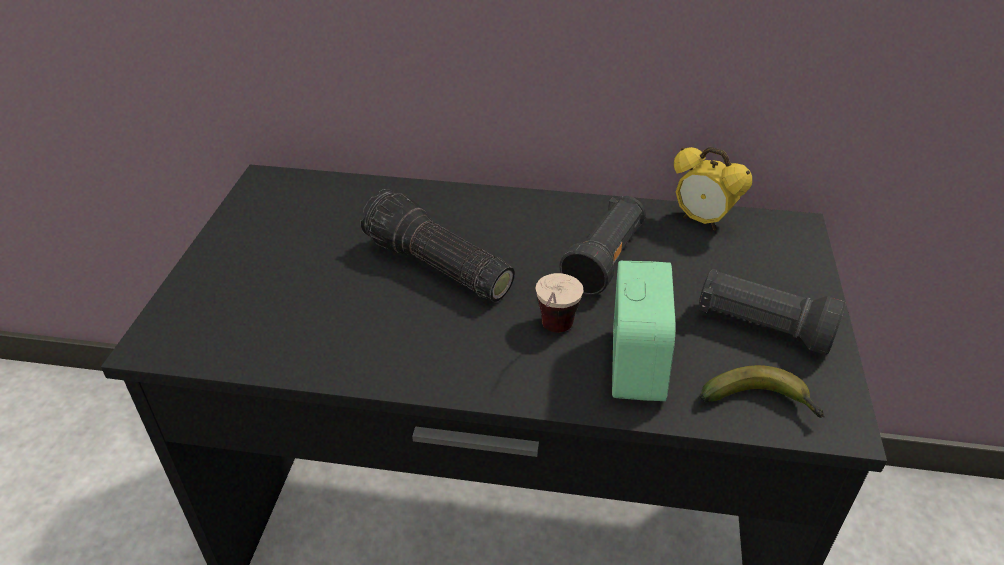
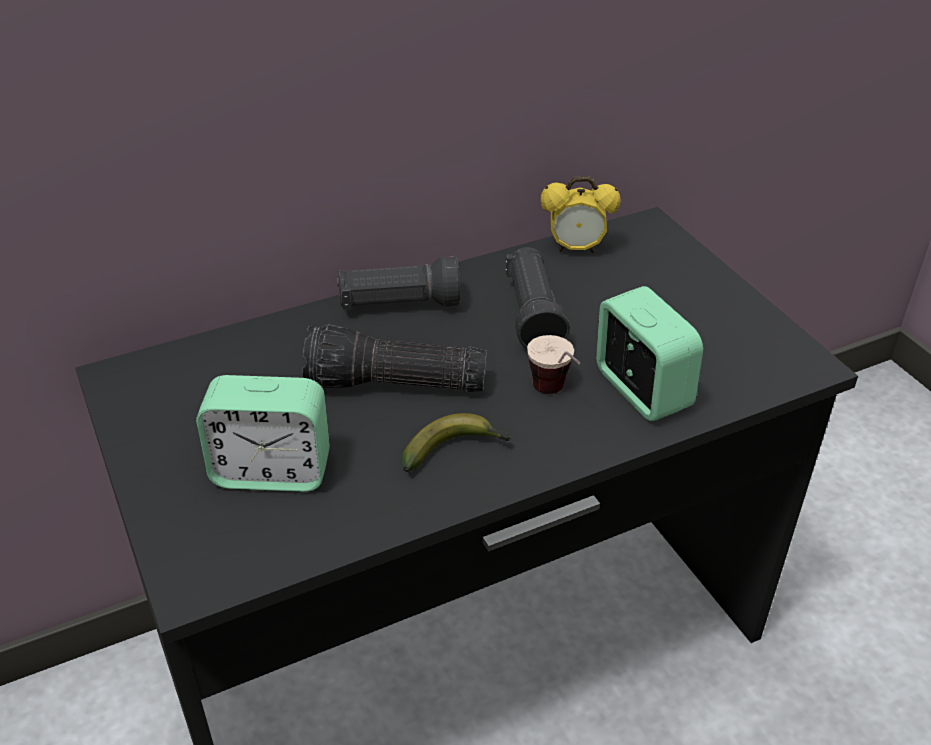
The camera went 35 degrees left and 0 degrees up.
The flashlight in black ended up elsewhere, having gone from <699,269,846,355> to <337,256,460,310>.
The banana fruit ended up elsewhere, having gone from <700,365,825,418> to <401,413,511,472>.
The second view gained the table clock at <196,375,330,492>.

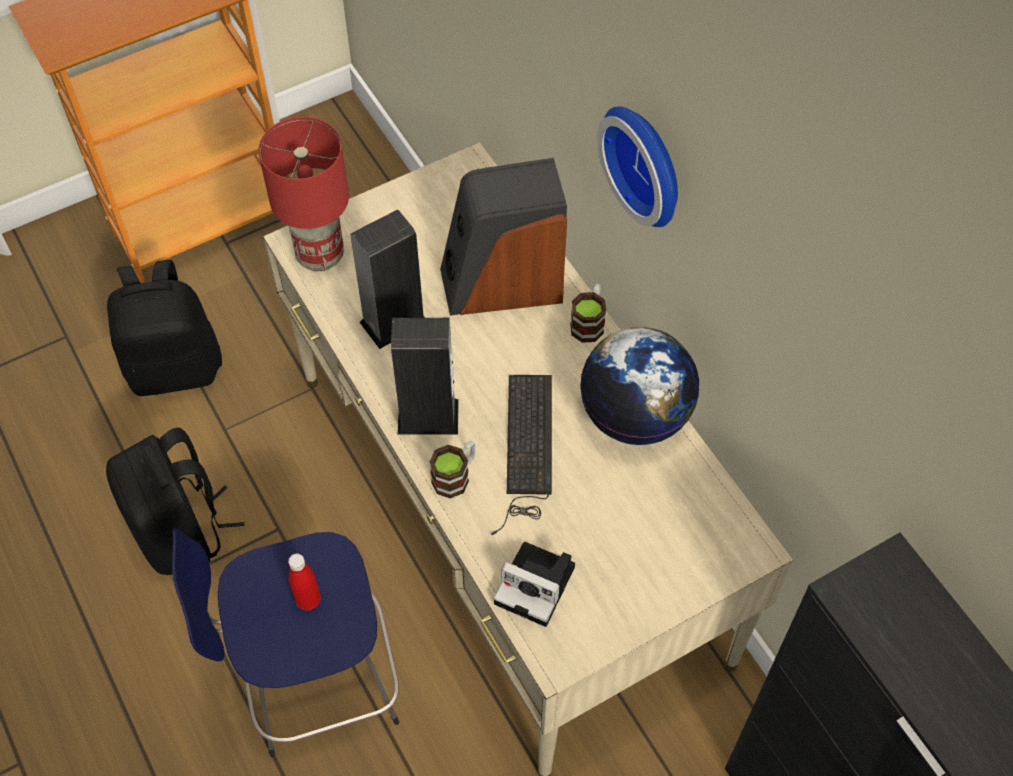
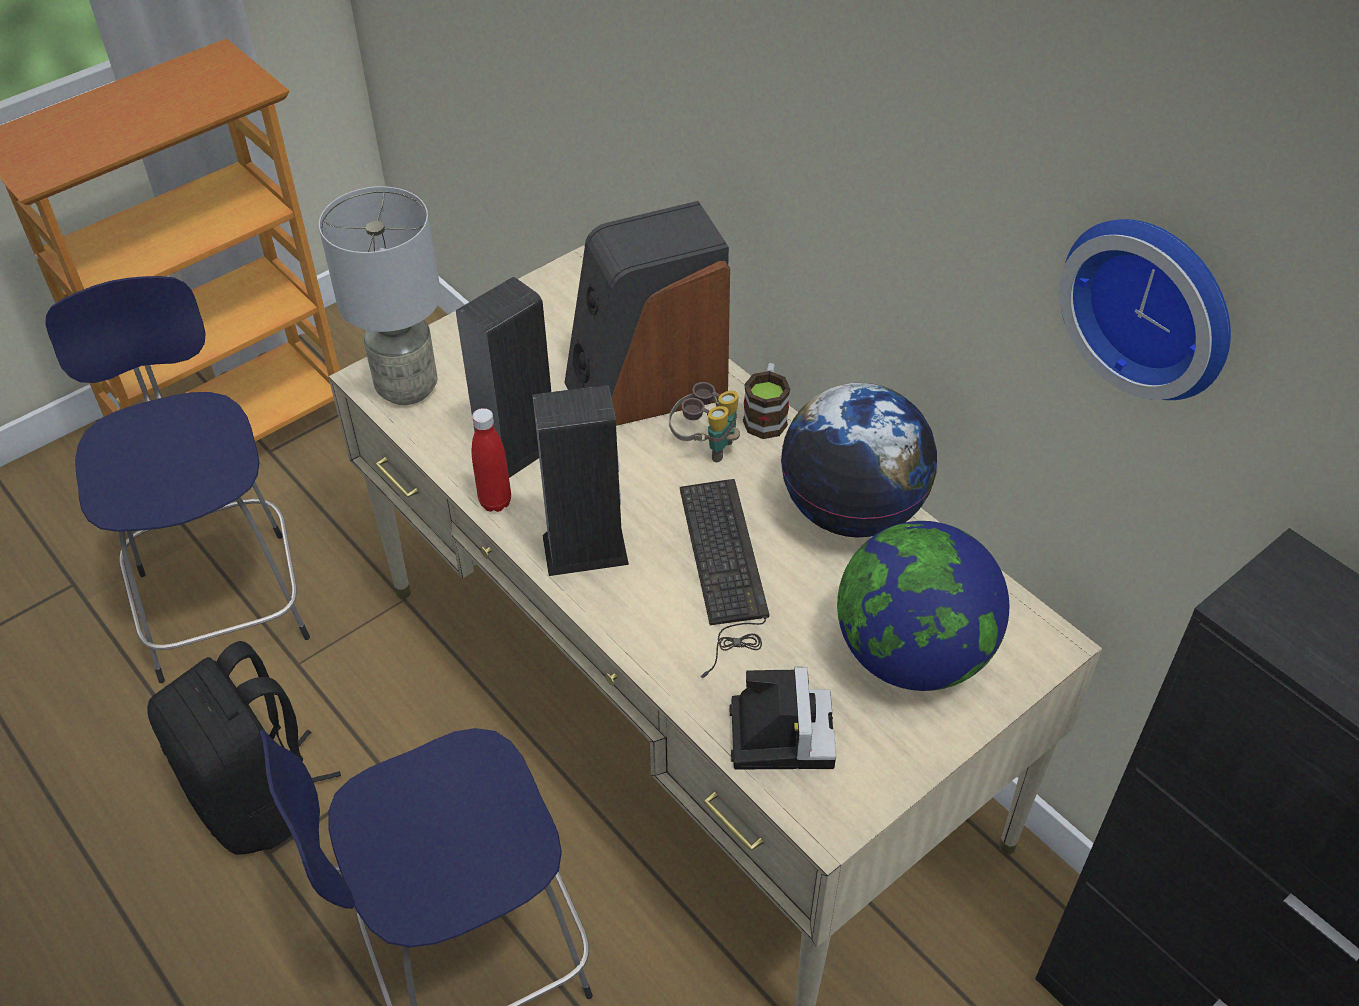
The camera went 10 degrees left and 10 degrees down.
Where the backpack in black stood at <107,260,222,396>, the sitting stool in blue-coloured came to stand at <45,276,310,683>.
What was the lamp for a table in reddish at <258,117,349,271> turned into the lamp for a table in greyish at <319,186,441,405>.
The bottle in reddish ended up elsewhere, having gone from <288,553,321,611> to <472,408,511,512>.
The second view lost the coffee mug at <430,441,476,498>.
The photo camera at <494,542,575,627> ended up facing another way, 105 degrees counterclockwise from before.
The wall clock ended up elsewhere, having gone from <597,107,678,227> to <1059,219,1231,400>.
The second view gained the pair of binoculars at <669,382,740,462>.
The second view gained the desk globe at <837,521,1009,691>.

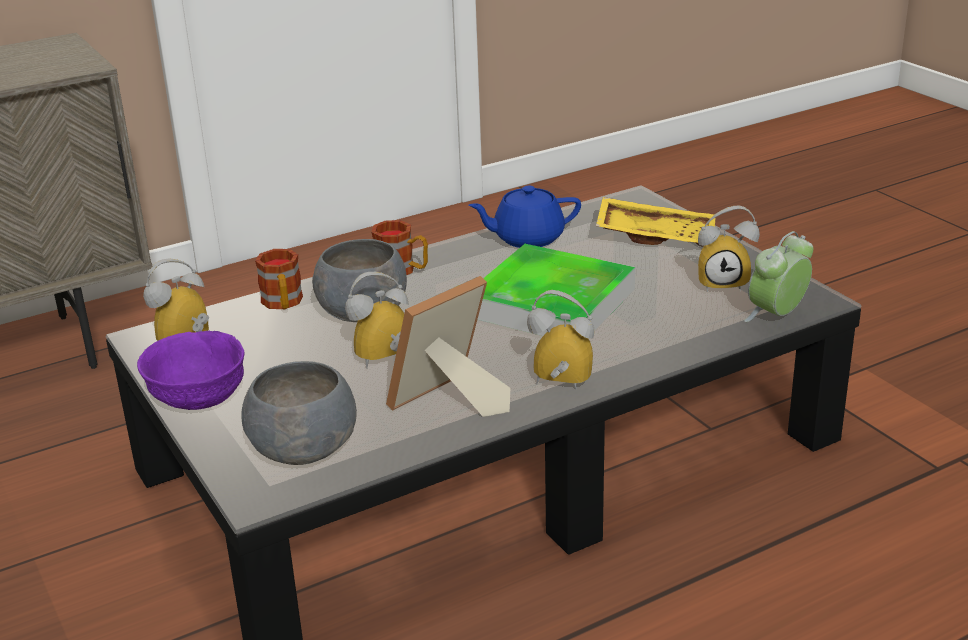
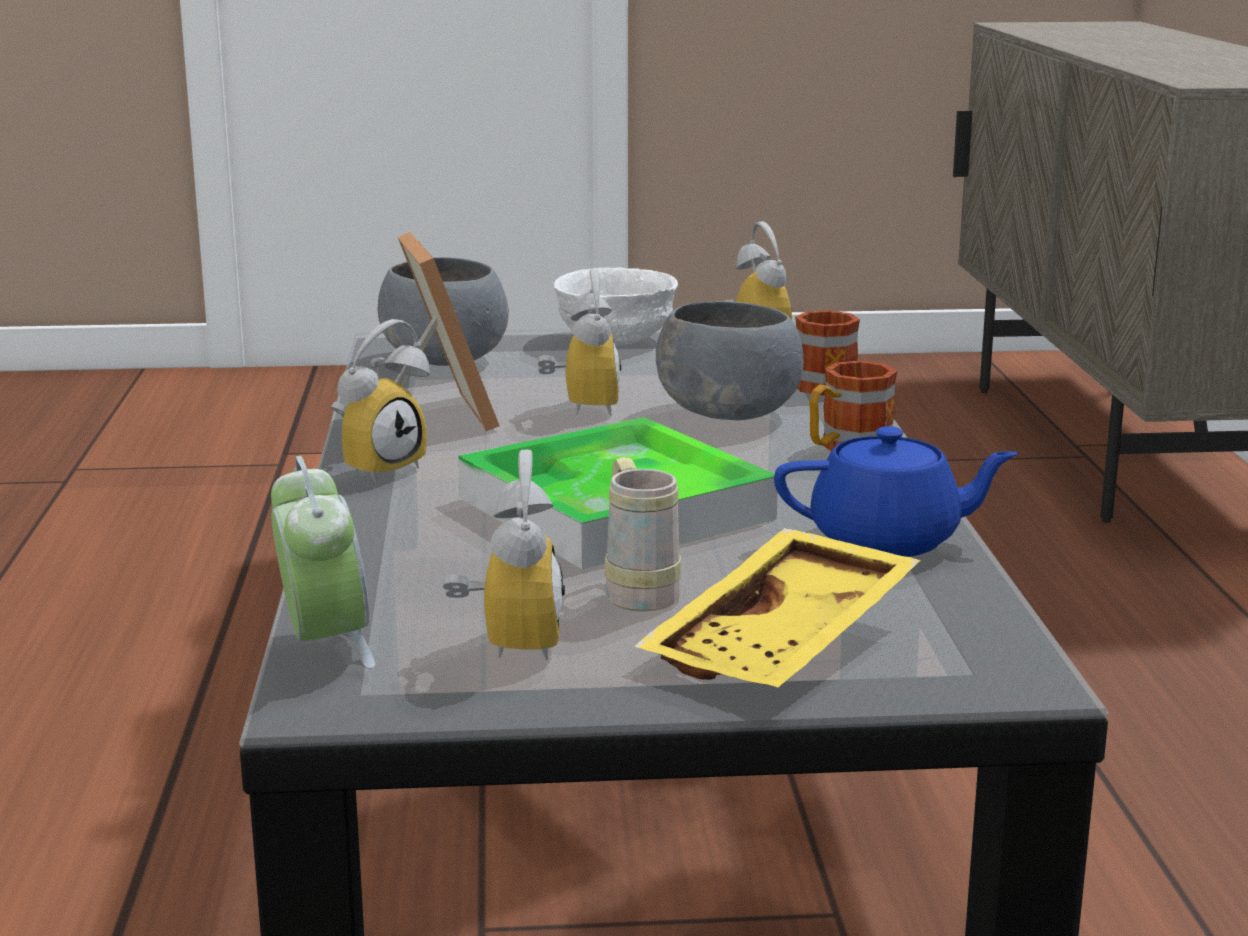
The camera went 115 degrees right and 10 degrees down.
What was the serving bowl in purple-coloured at <137,331,244,410> turned into the serving bowl in white at <553,268,678,346>.
The tea pot in blue-coloured at <469,186,581,248> ended up facing another way, 75 degrees clockwise from before.
The table clock at <698,205,760,292> ended up facing another way, 150 degrees clockwise from before.
The second view gained the coffee mug in beige at <604,457,682,612>.

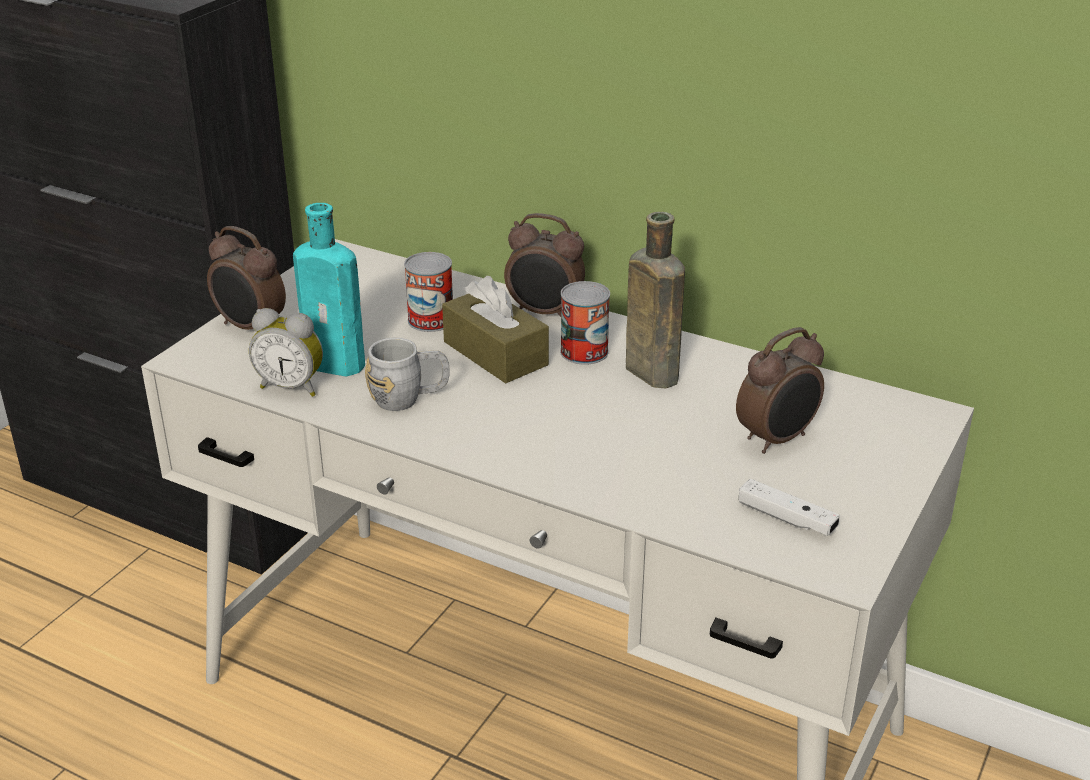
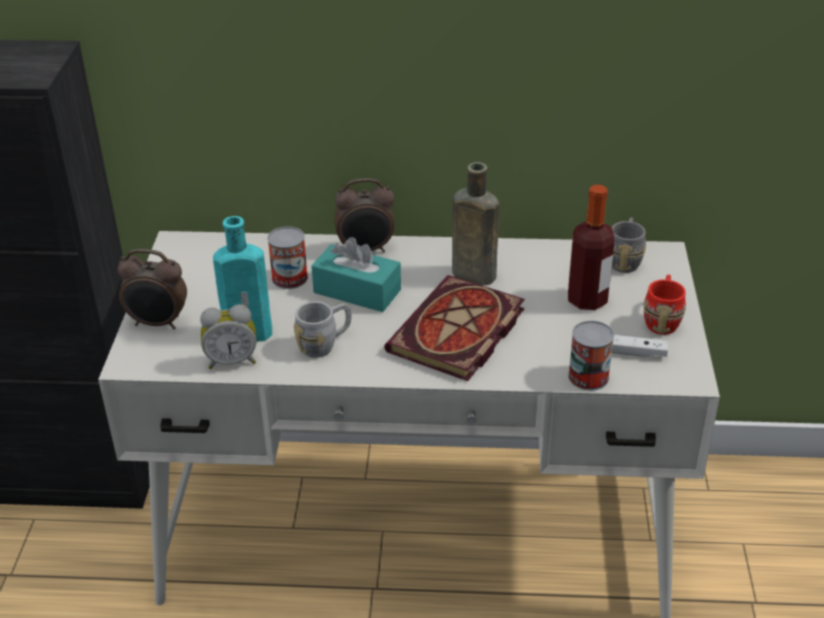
The camera went 25 degrees left and 5 degrees up.
What was the tissue holder in brownish at <442,276,549,383> turned into the tissue holder in turquoise-coloured at <311,237,401,312>.
The can ended up elsewhere, having gone from <560,281,610,364> to <568,321,614,391>.
Where the table clock stood at <736,327,824,454>, the bottle came to stand at <568,185,614,310>.
The second view gained the volume at <384,275,525,381>.
The second view gained the coffee mug in greyish at <612,217,646,273>.
The second view gained the coffee mug in reddish at <644,275,686,335>.

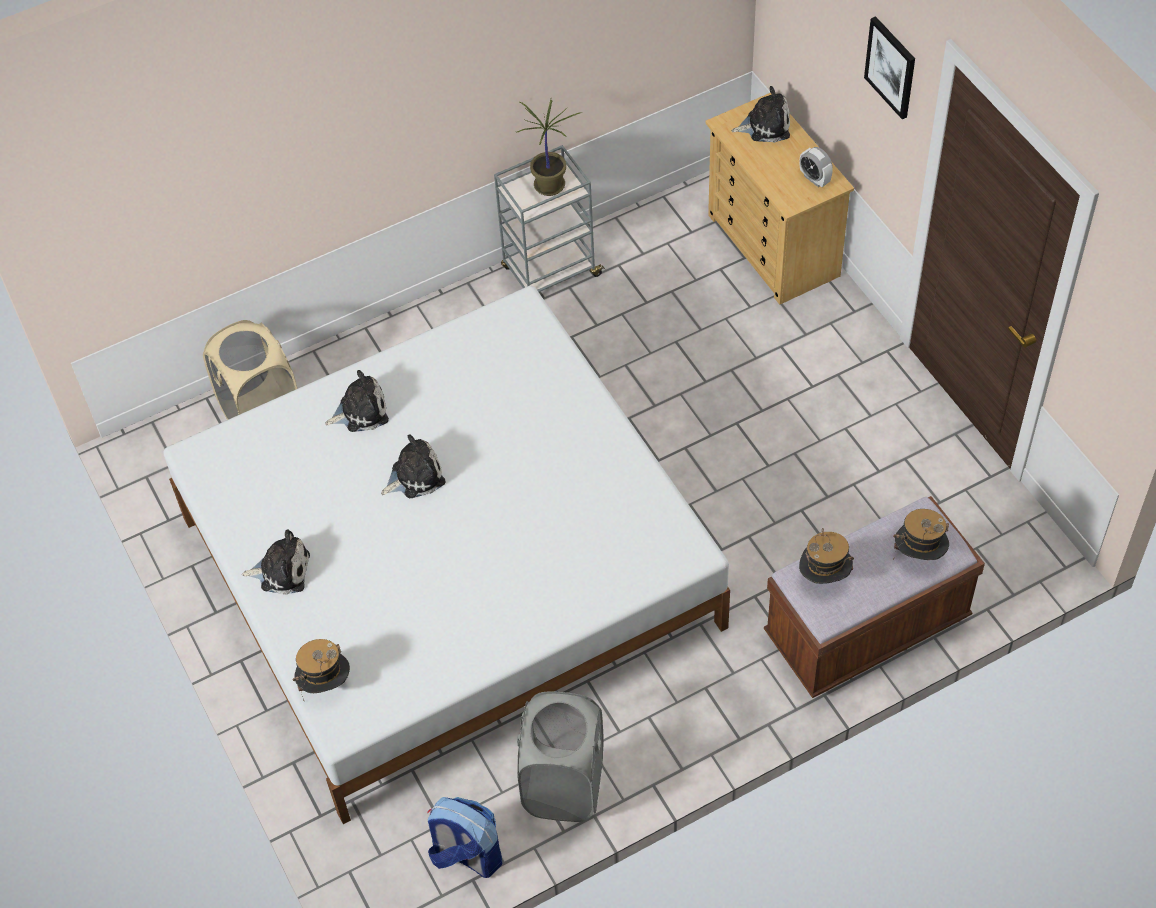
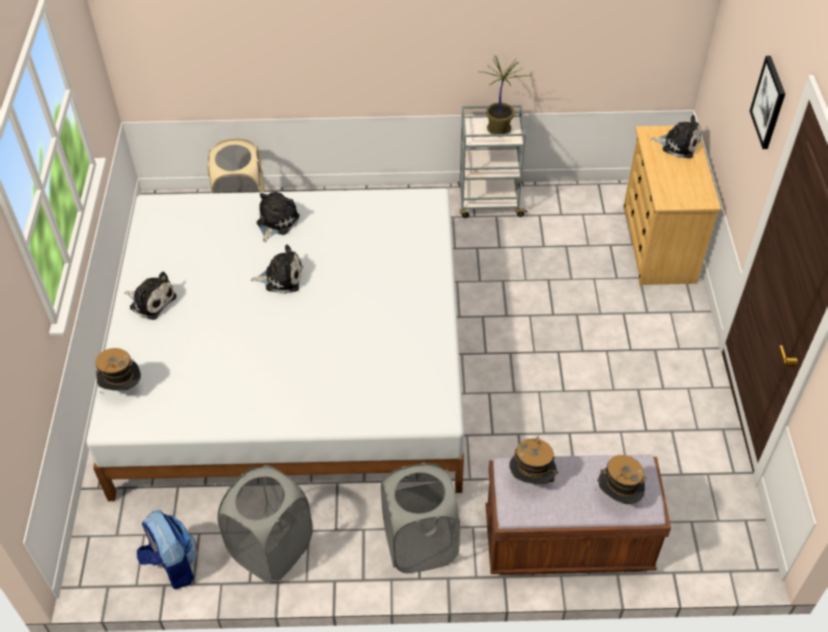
The camera went 25 degrees right and 5 degrees down.
The plush toy at <325,370,389,432> ended up facing another way, 75 degrees counterclockwise from before.
The second view lost the table clock at <800,147,833,187>.
The second view gained the hamper in greyish at <381,463,460,573>.

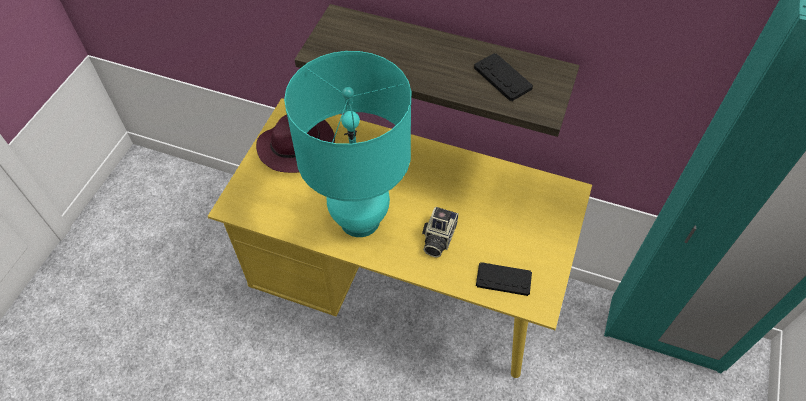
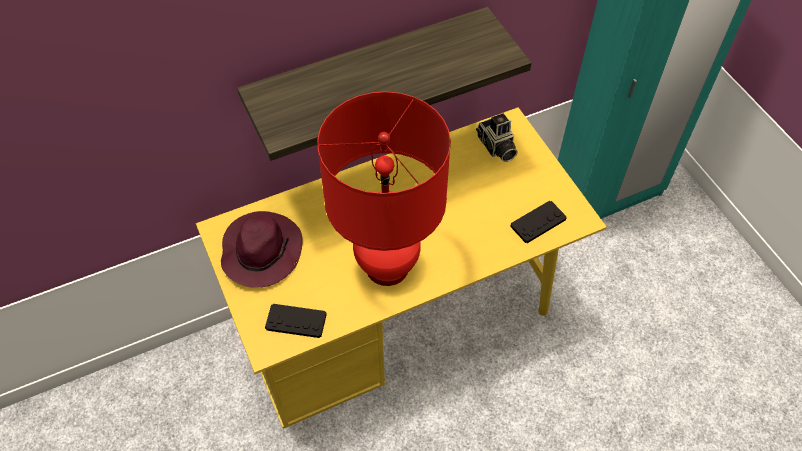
The camera went 45 degrees left and 0 degrees up.
What was the lamp for a table in turquoise-coloured at <284,51,411,237> turned into the lamp for a table in reddish at <317,92,451,286>.
The photo camera ended up elsewhere, having gone from <422,207,458,257> to <476,113,518,162>.
The game controller in black ended up elsewhere, having gone from <474,53,533,101> to <265,304,327,338>.

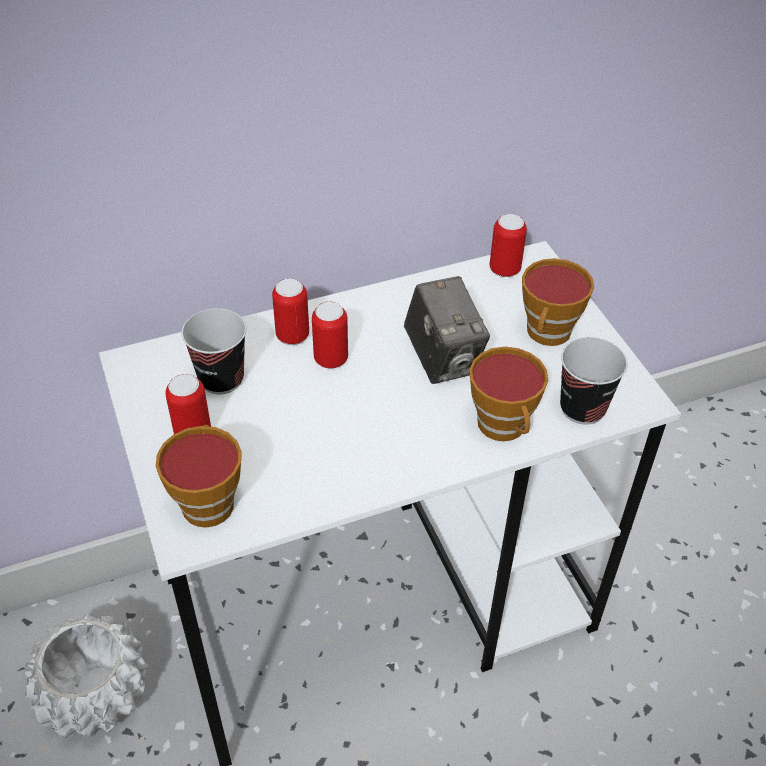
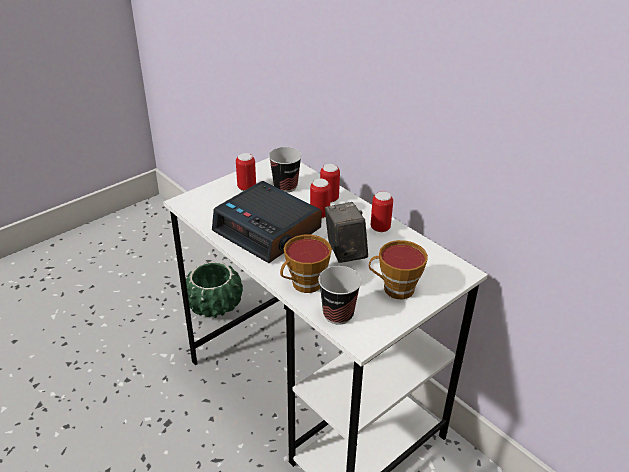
The camera went 70 degrees right and 10 degrees down.
What was the flower pot in white at <25,614,148,738> turned into the flower pot in green-coloured at <186,262,243,318>.
The second view lost the small cup at <156,425,242,528>.
The photo camera at <404,276,490,384> ended up facing another way, 120 degrees clockwise from before.
The can ended up elsewhere, having gone from <490,214,527,277> to <371,191,393,232>.
The second view gained the table clock at <212,181,322,263>.

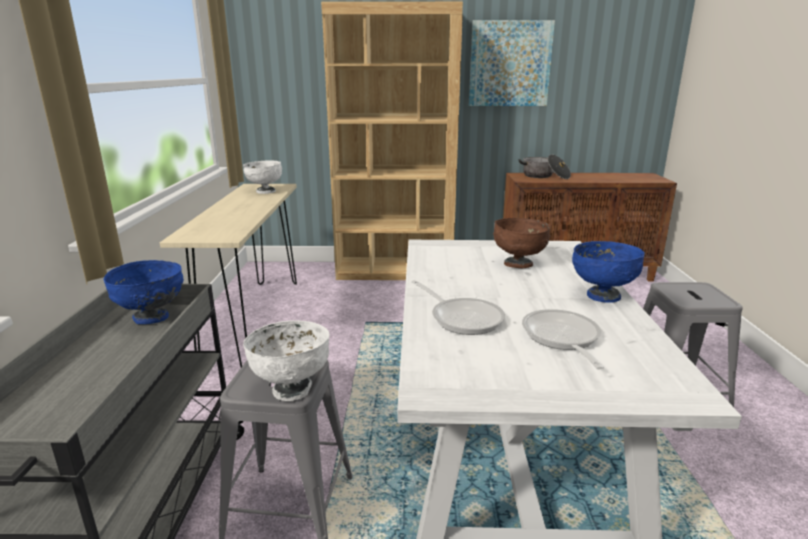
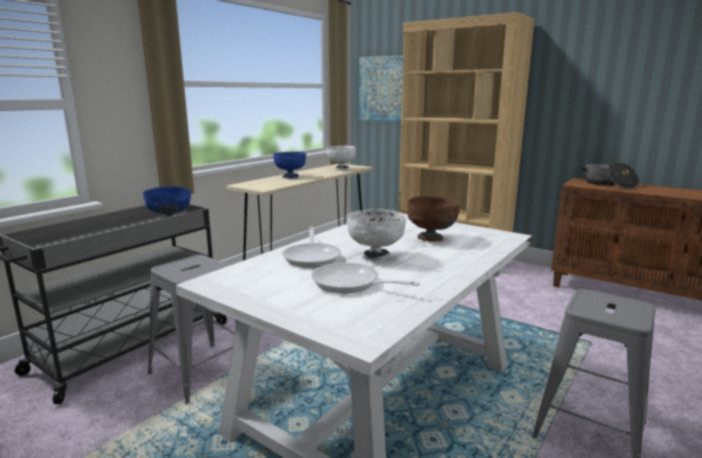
The camera went 35 degrees right and 5 degrees down.
The serving bowl in white ended up elsewhere, having gone from <243,320,330,401> to <347,209,407,262>.
The picture ended up elsewhere, having gone from <469,20,555,106> to <359,55,403,122>.
The skillet at <522,309,604,370> ended up facing another way, 90 degrees counterclockwise from before.
The serving bowl in blue-coloured ended up elsewhere, having gone from <572,241,645,303> to <273,152,306,178>.

